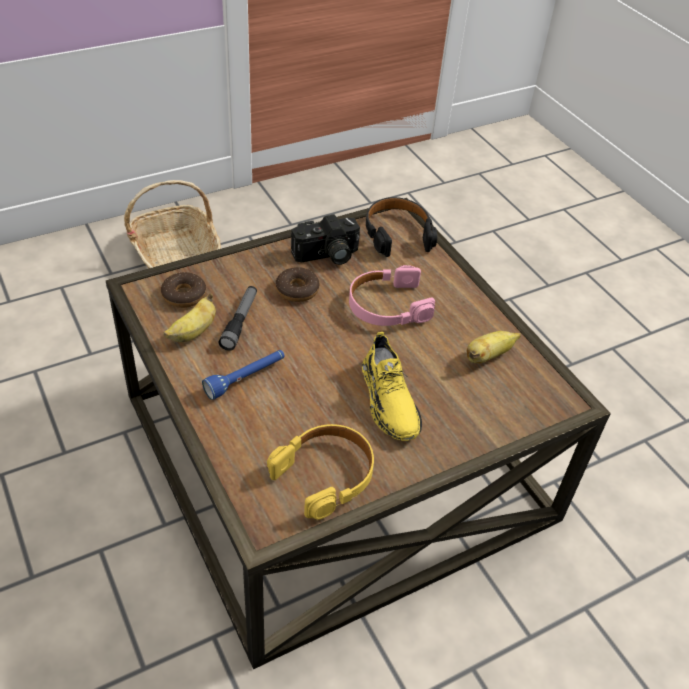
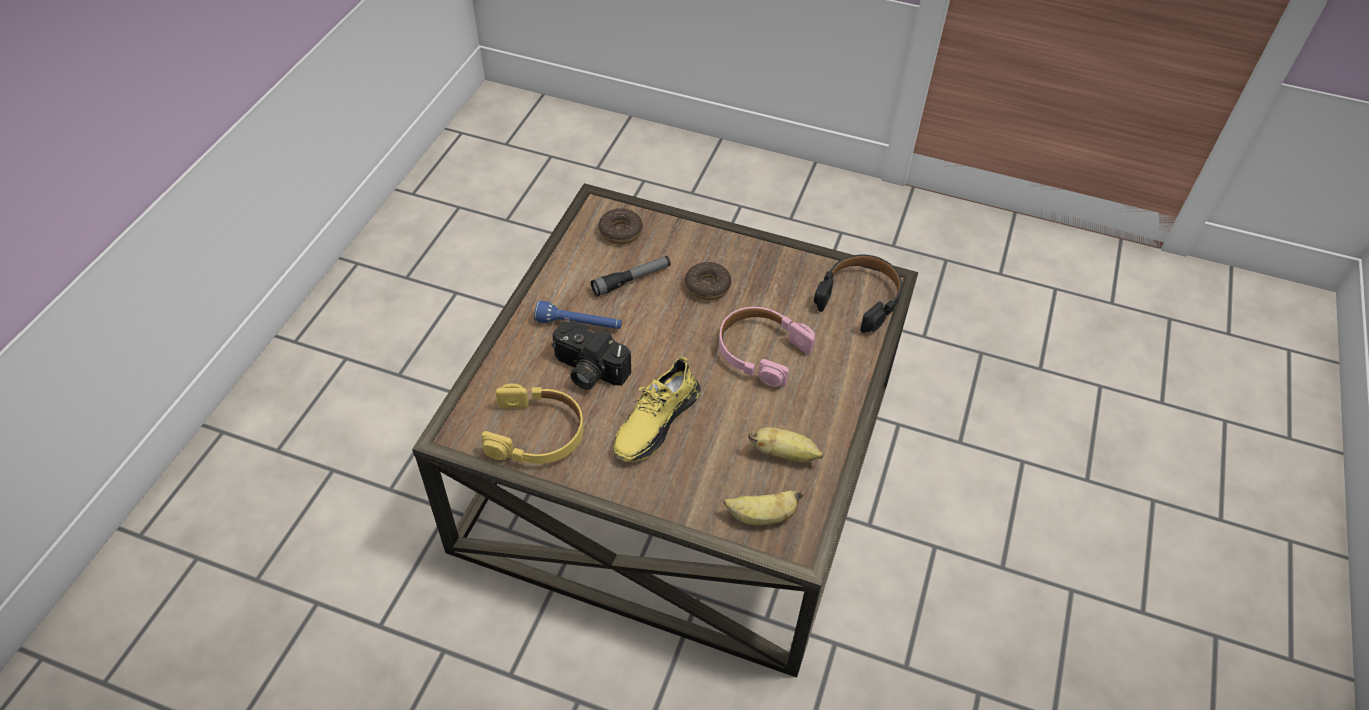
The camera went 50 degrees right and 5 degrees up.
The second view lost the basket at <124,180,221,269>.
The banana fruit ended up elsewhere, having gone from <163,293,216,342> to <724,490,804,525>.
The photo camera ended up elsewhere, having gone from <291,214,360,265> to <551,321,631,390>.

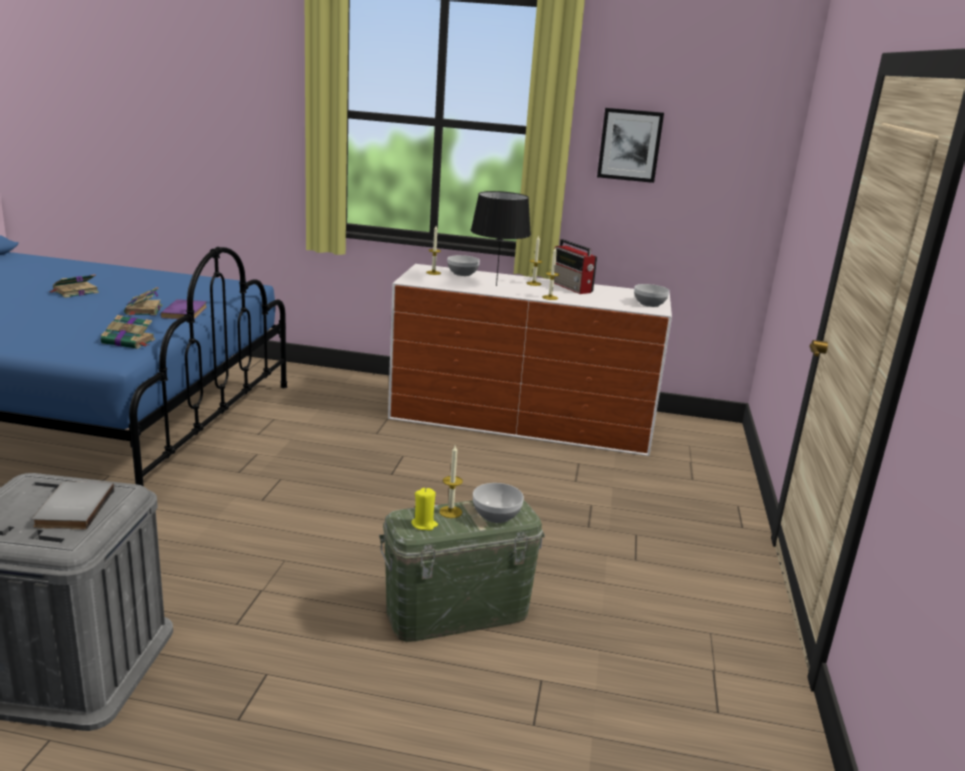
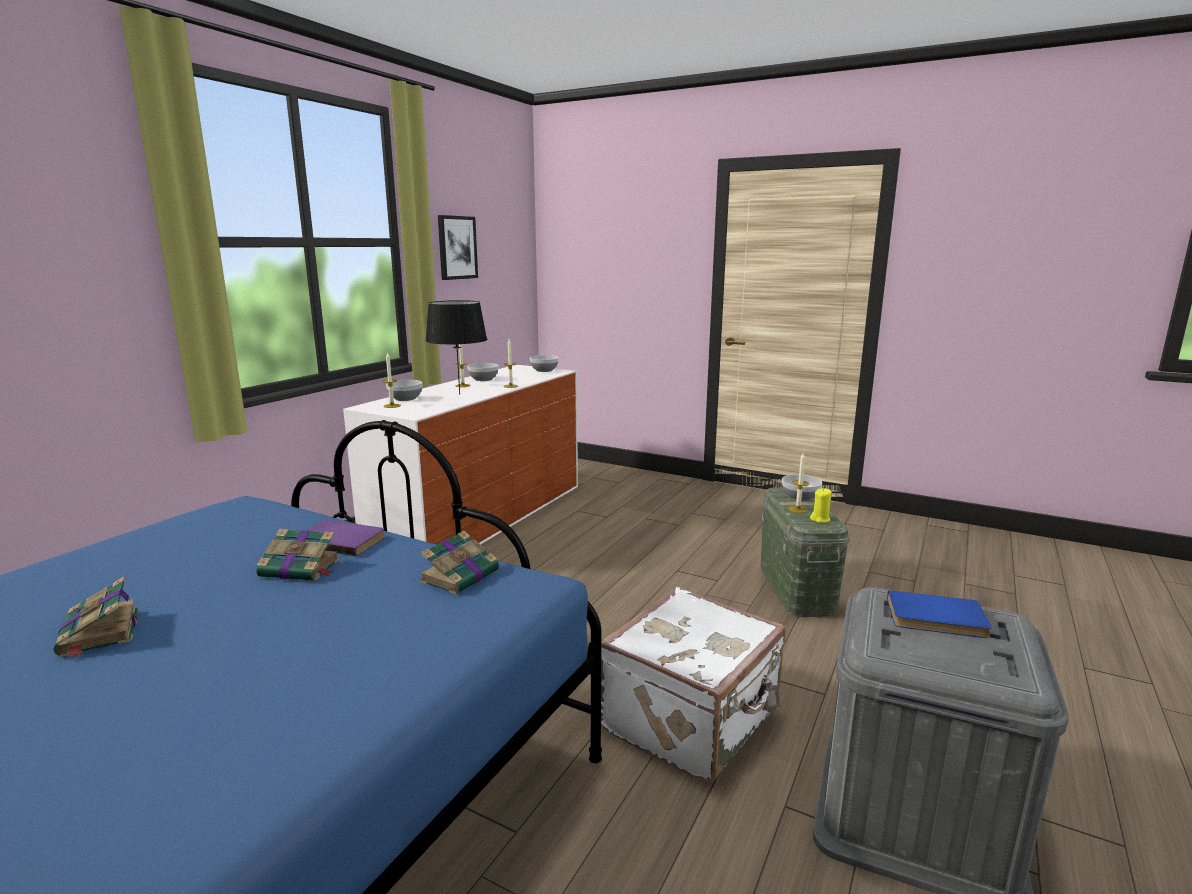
The camera went 70 degrees left and 5 degrees down.
What was the volume in greyish at <32,481,114,529> turned into the volume in blue-coloured at <887,590,992,638>.
Where the radio receiver stood at <554,239,597,294>, the serving bowl came to stand at <467,363,499,381>.
The second view gained the piece of luggage in white at <601,587,786,783>.

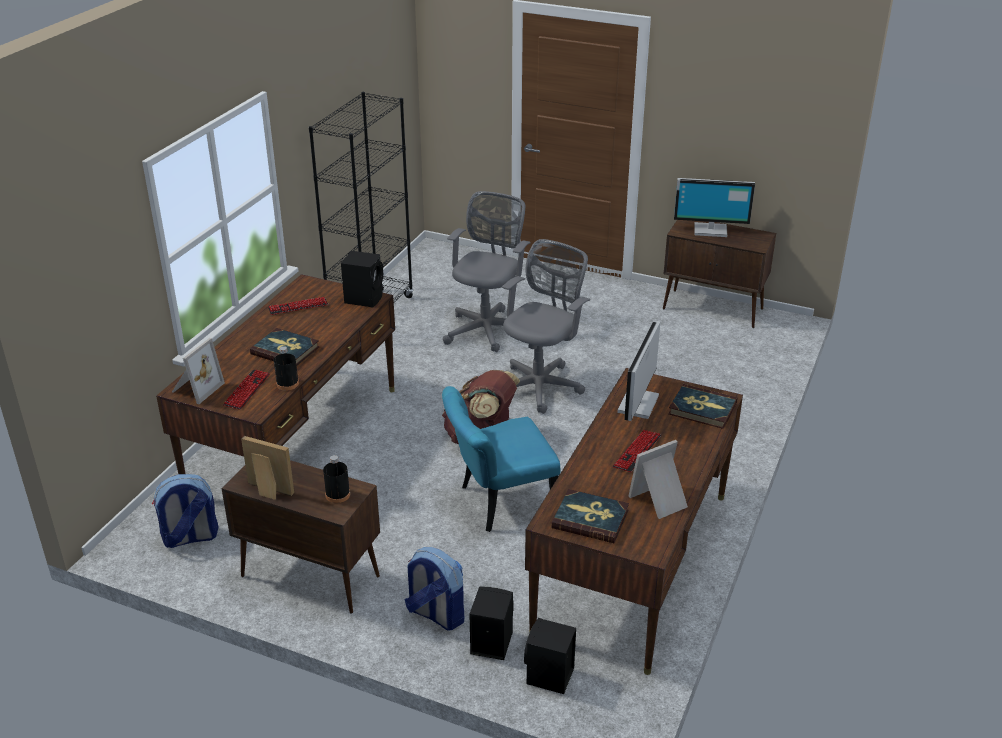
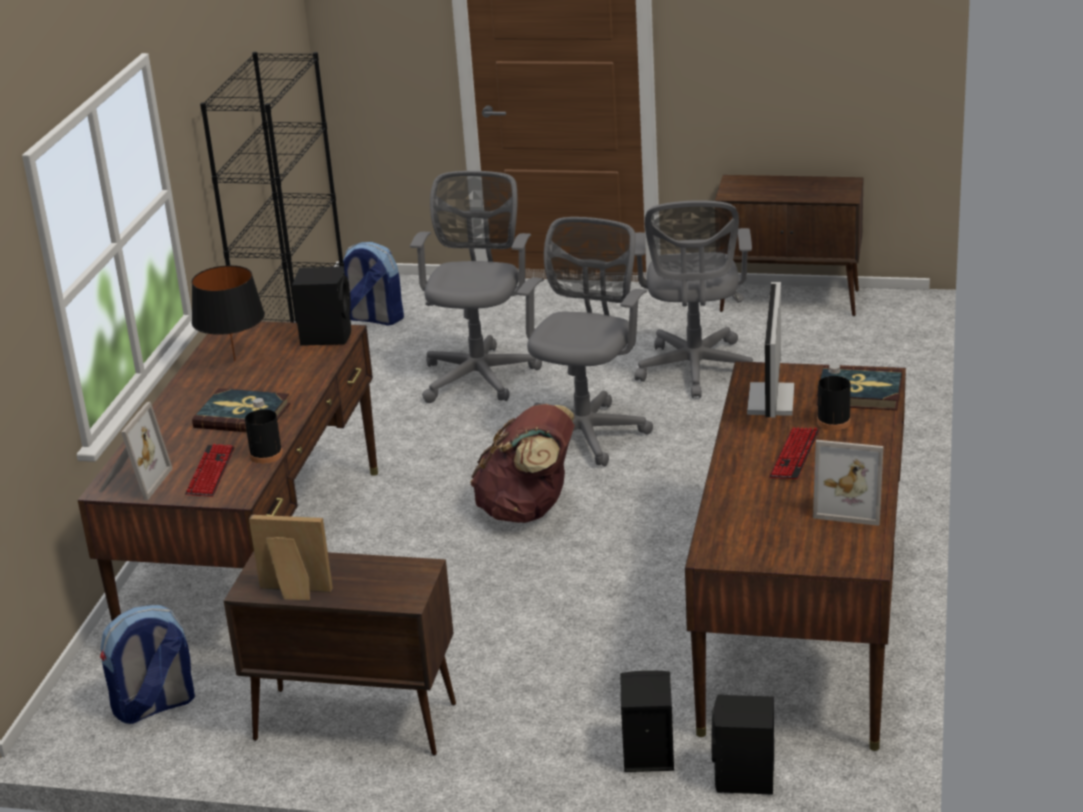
The camera went 10 degrees left and 5 degrees down.
Where the computer keyboard stood at <268,297,328,315>, the lamp for a table in black came to stand at <192,265,265,361>.
The bottle in black ended up elsewhere, having gone from <323,455,350,503> to <817,364,851,431>.
The backpack ended up elsewhere, having gone from <404,547,464,630> to <343,242,404,326>.
The second view lost the chair in turquoise-coloured at <442,386,560,532>.
The second view lost the volume at <551,489,629,543>.
The picture frame at <628,440,688,519> ended up facing another way, 120 degrees counterclockwise from before.
The second view lost the monitor at <674,178,755,237>.
The second view gained the desk chair in greyish at <634,200,753,398>.

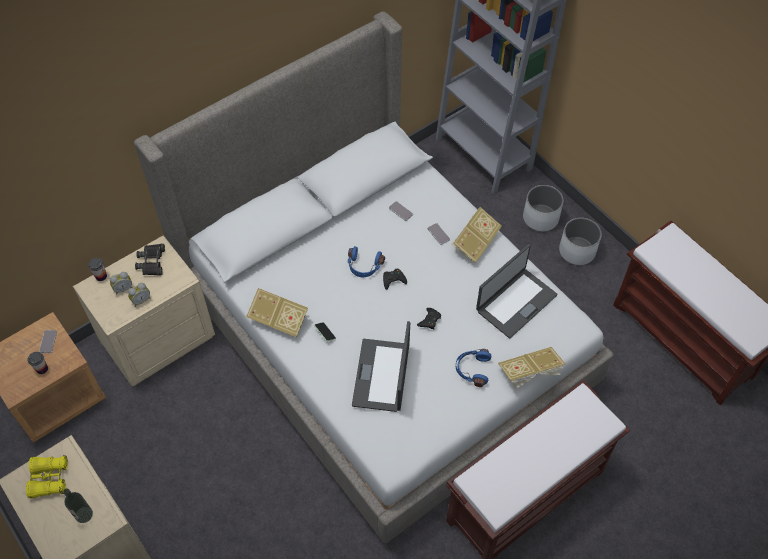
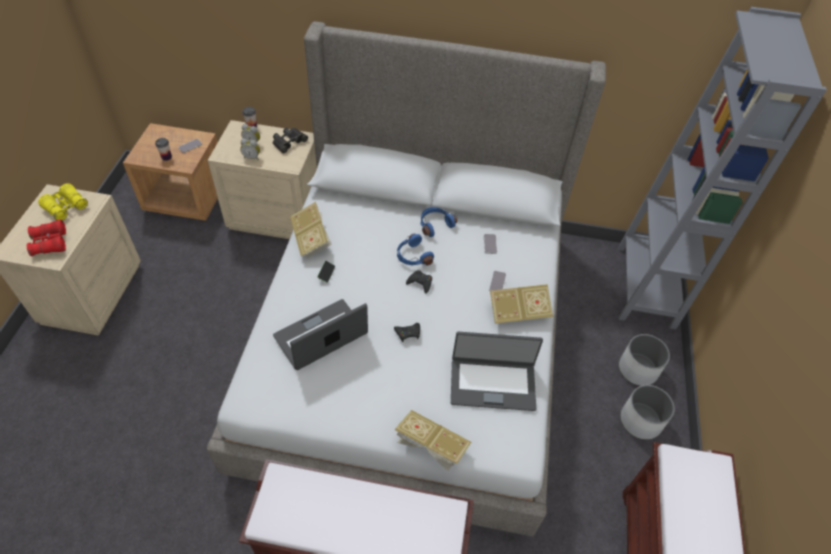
The camera went 45 degrees right and 5 degrees down.
Where the bottle stood at <63,488,93,523>, the pair of binoculars in reddish came to stand at <27,220,66,256>.
The headphones in blue-coloured ended up elsewhere, having gone from <456,349,491,387> to <420,207,457,237>.

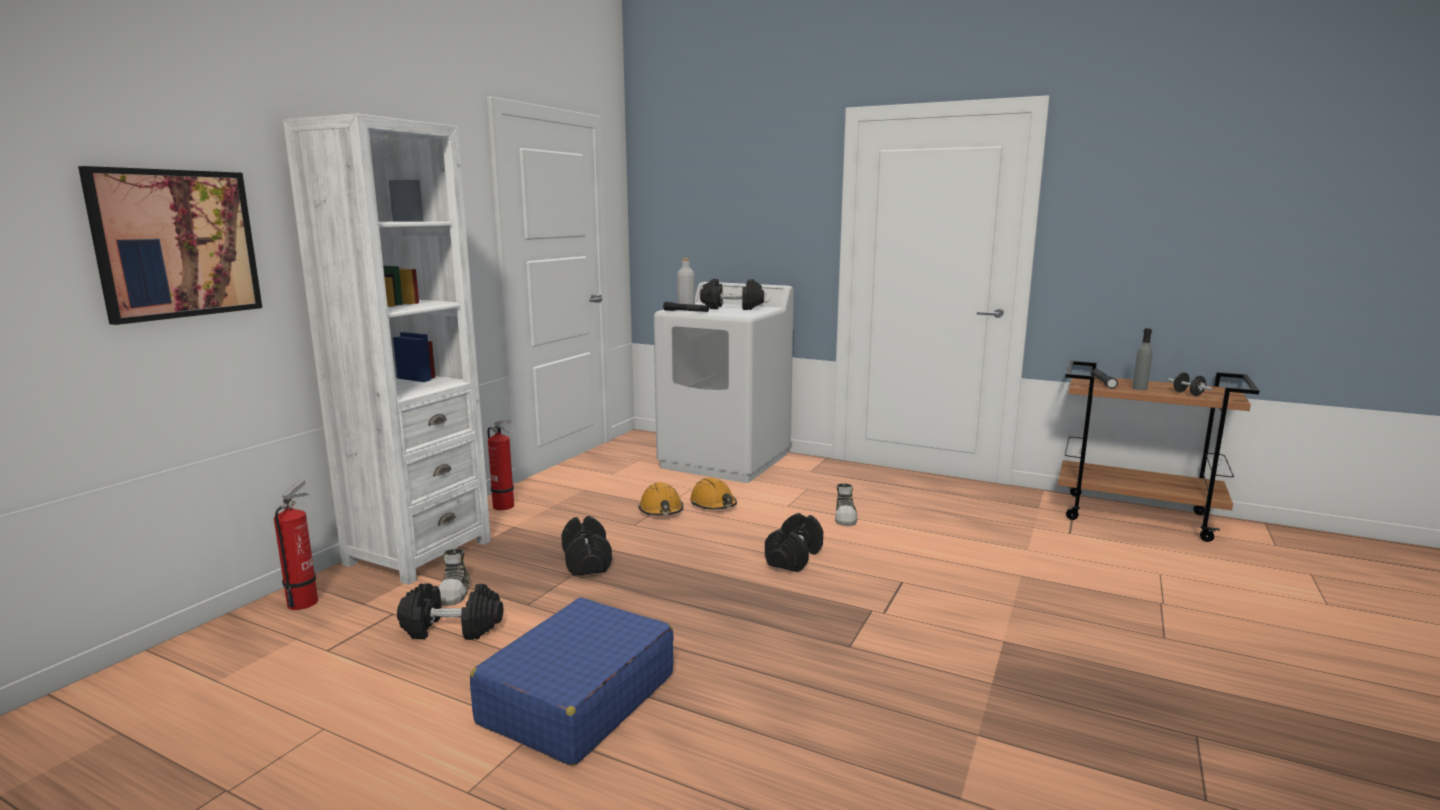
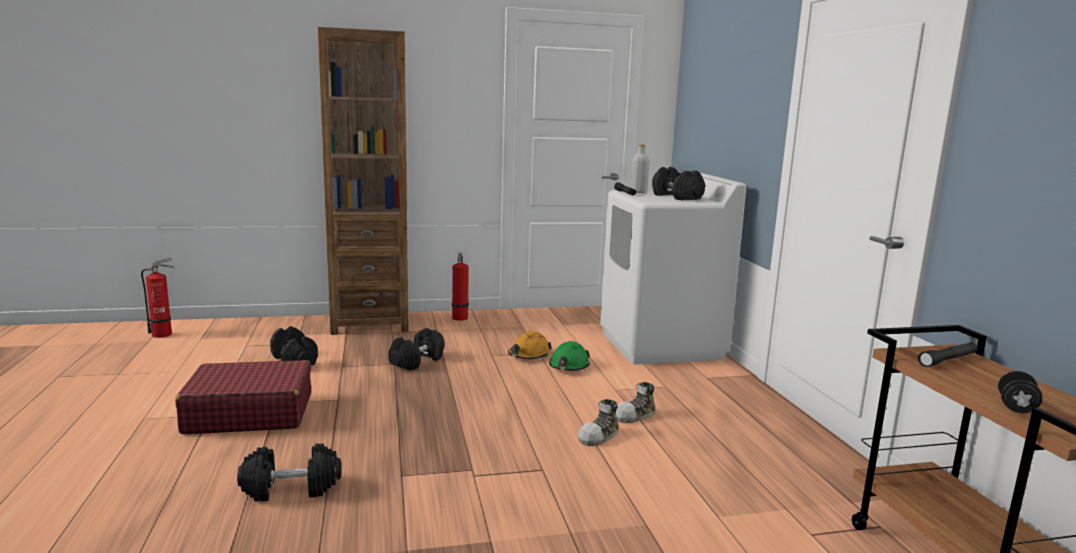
The camera went 50 degrees right and 0 degrees up.
The second view lost the picture at <78,166,262,325>.
The fire extinguisher ended up elsewhere, having gone from <274,480,318,610> to <141,257,175,338>.
What was the shelving unit in white at <283,113,491,585> turned into the shelving unit in brownish at <318,27,409,335>.
The shoe ended up elsewhere, having gone from <438,549,470,606> to <578,399,619,446>.
What was the piece of luggage in blue-coloured at <470,598,674,766> turned into the piece of luggage in reddish at <175,360,311,434>.
What was the safety helmet in orange-coloured at <690,477,737,510> turned into the safety helmet in green-coloured at <549,341,590,371>.
The free weight in black ended up elsewhere, having gone from <765,513,823,572> to <237,443,341,501>.
The second view lost the bottle in greyish at <1132,328,1152,390>.

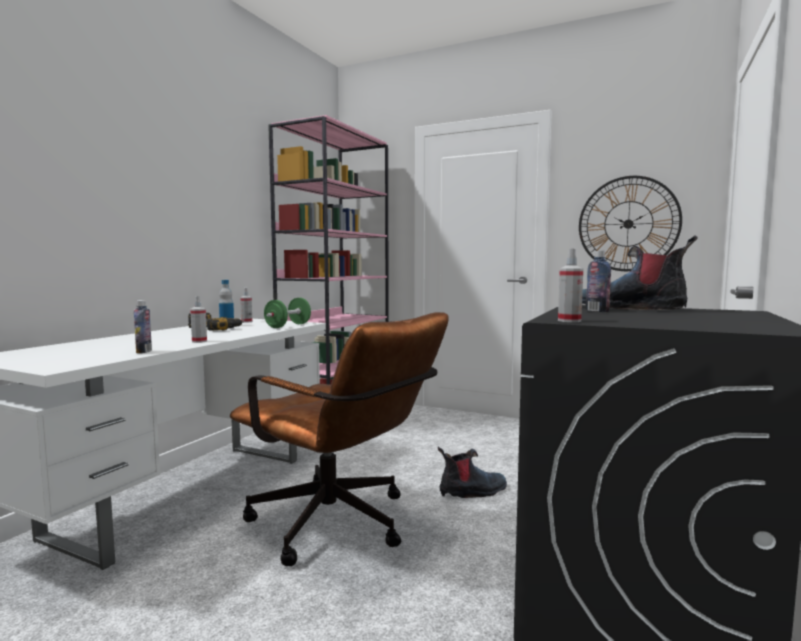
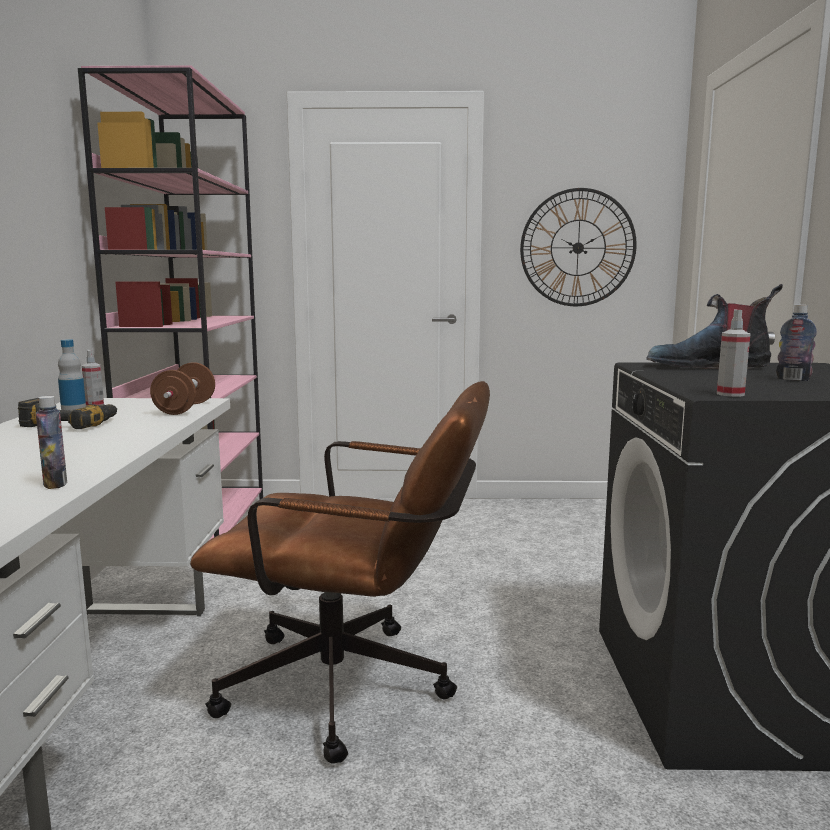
The camera went 25 degrees left and 5 degrees up.
The second view lost the hand sprayer at <190,296,207,343>.
What was the free weight in green-coloured at <264,298,311,328> turned into the free weight in brownish at <150,362,215,415>.
The second view lost the tall boot at <438,446,507,498>.
The bottle ended up elsewhere, having gone from <586,251,611,312> to <776,305,817,381>.

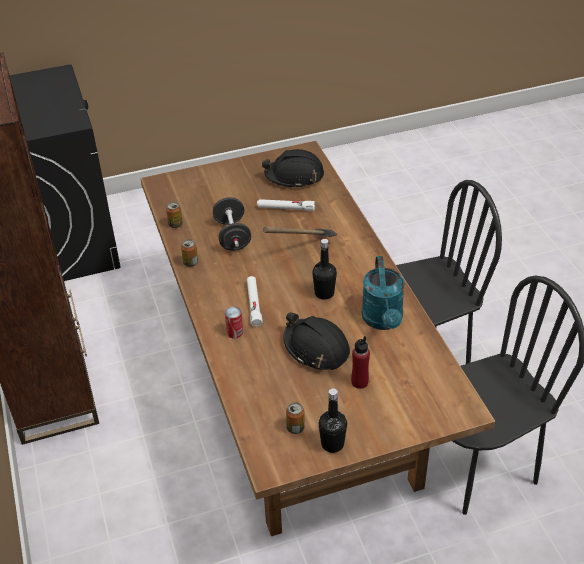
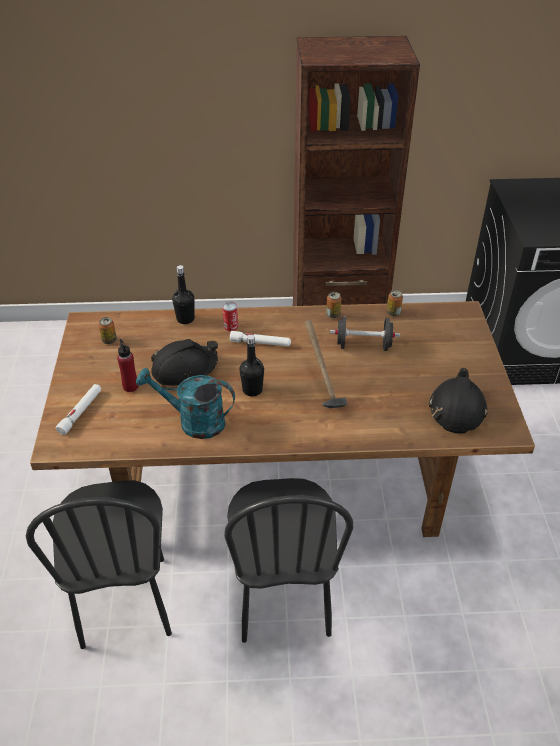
The camera went 105 degrees right and 0 degrees up.
The flashlight in white ended up elsewhere, having gone from <257,199,315,211> to <56,384,101,435>.
The bottle in black ended up elsewhere, having gone from <319,388,347,453> to <172,265,195,324>.

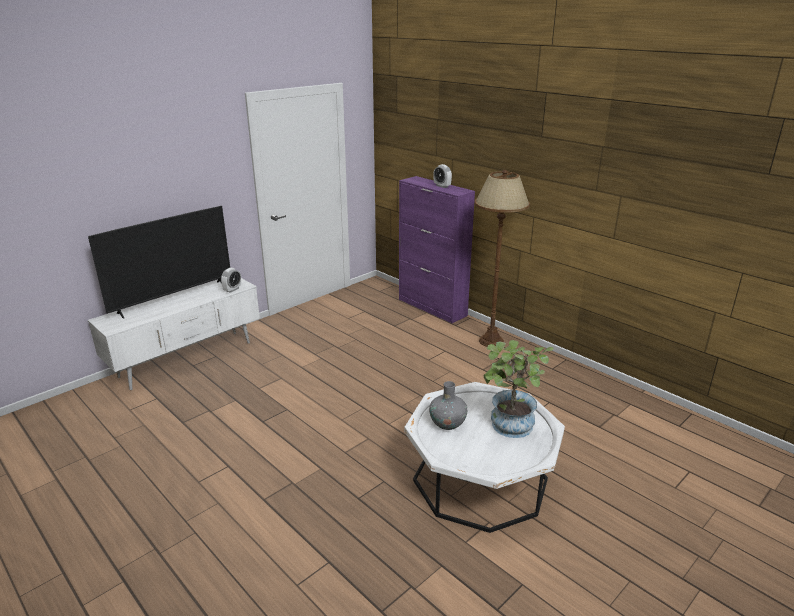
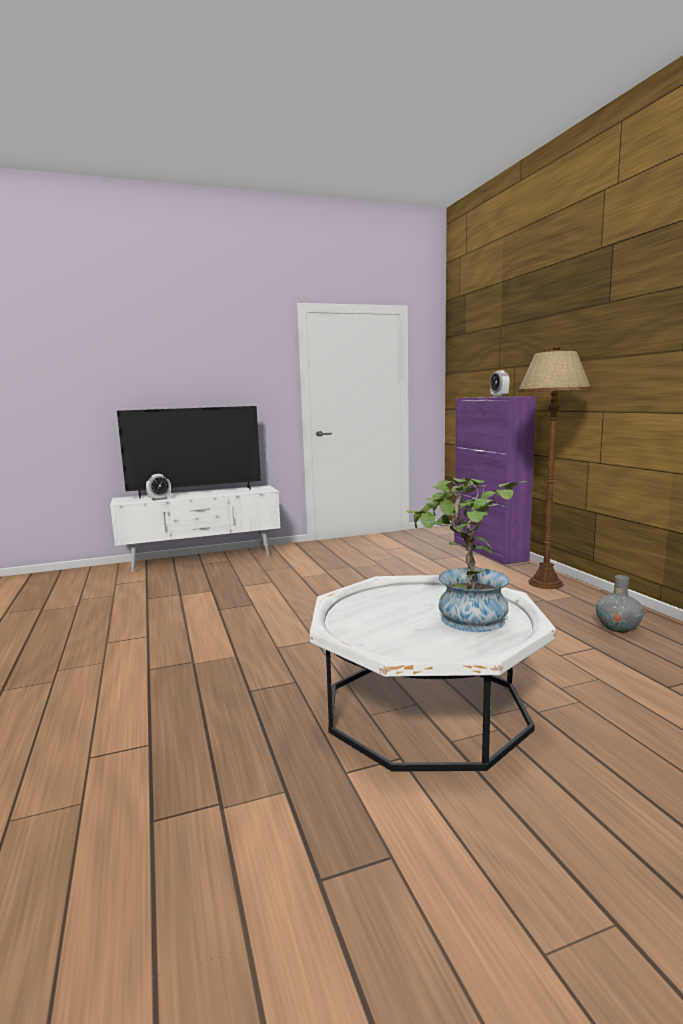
The camera went 25 degrees right and 15 degrees down.
The table clock ended up elsewhere, having gone from <221,268,241,293> to <146,474,171,501>.
The flower vase in greyish ended up elsewhere, having gone from <429,381,467,430> to <596,575,644,633>.

